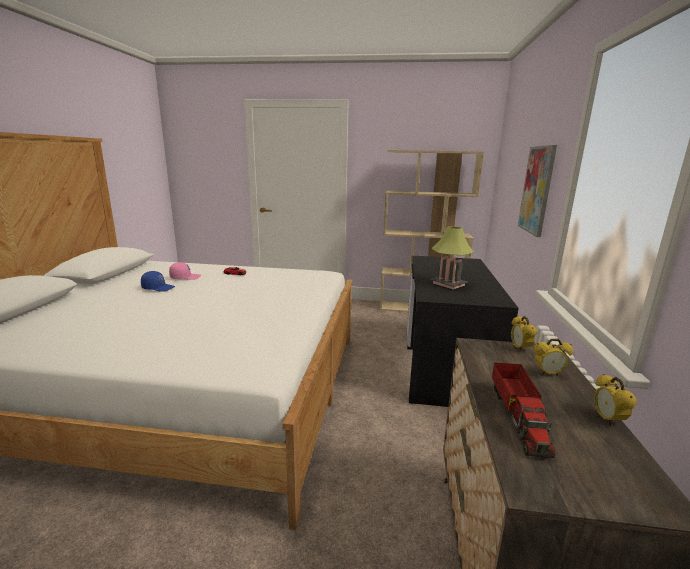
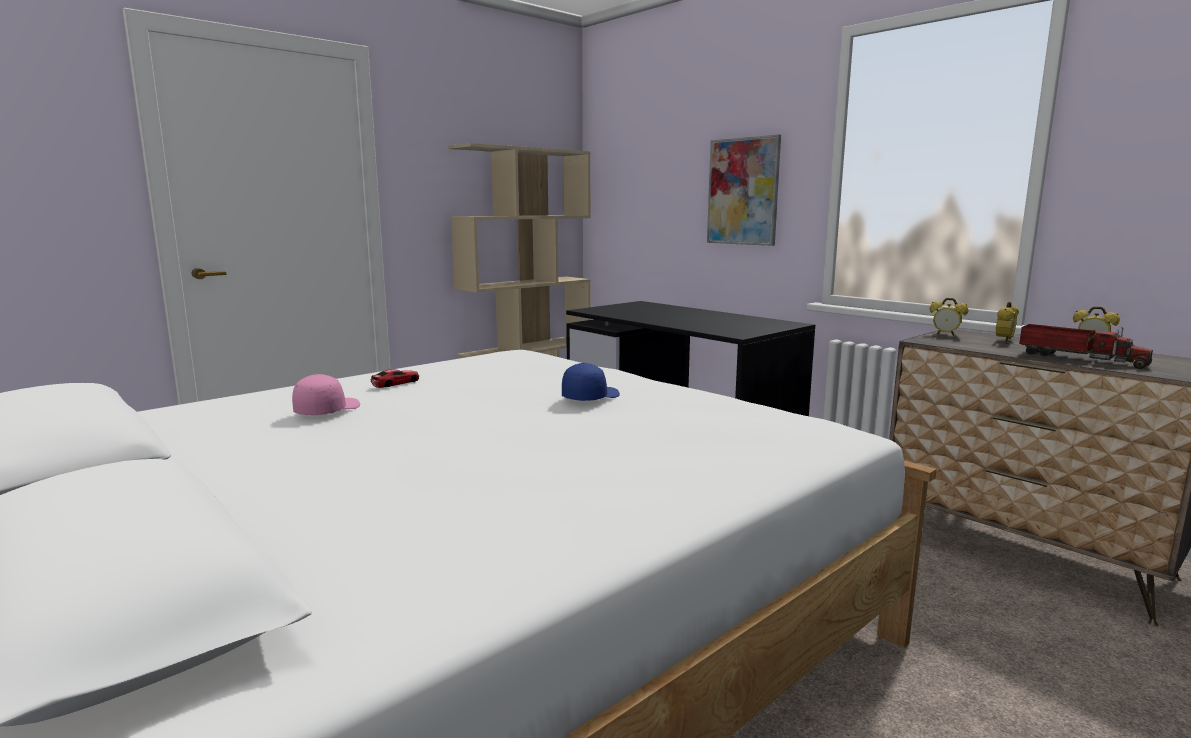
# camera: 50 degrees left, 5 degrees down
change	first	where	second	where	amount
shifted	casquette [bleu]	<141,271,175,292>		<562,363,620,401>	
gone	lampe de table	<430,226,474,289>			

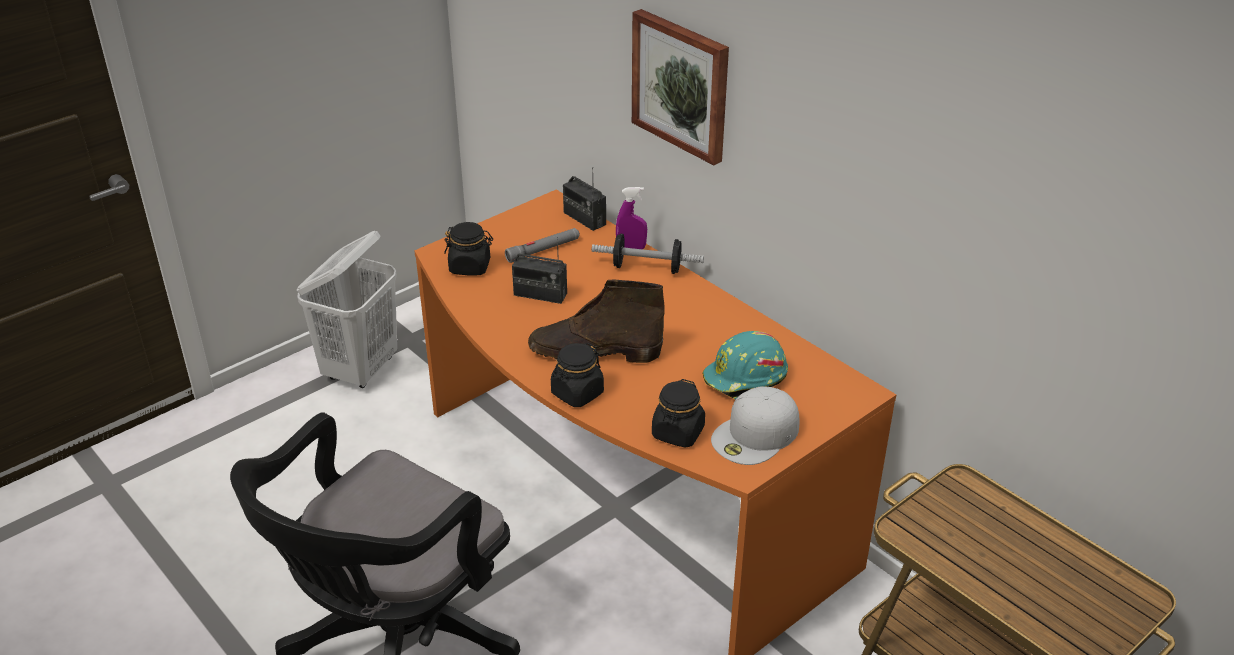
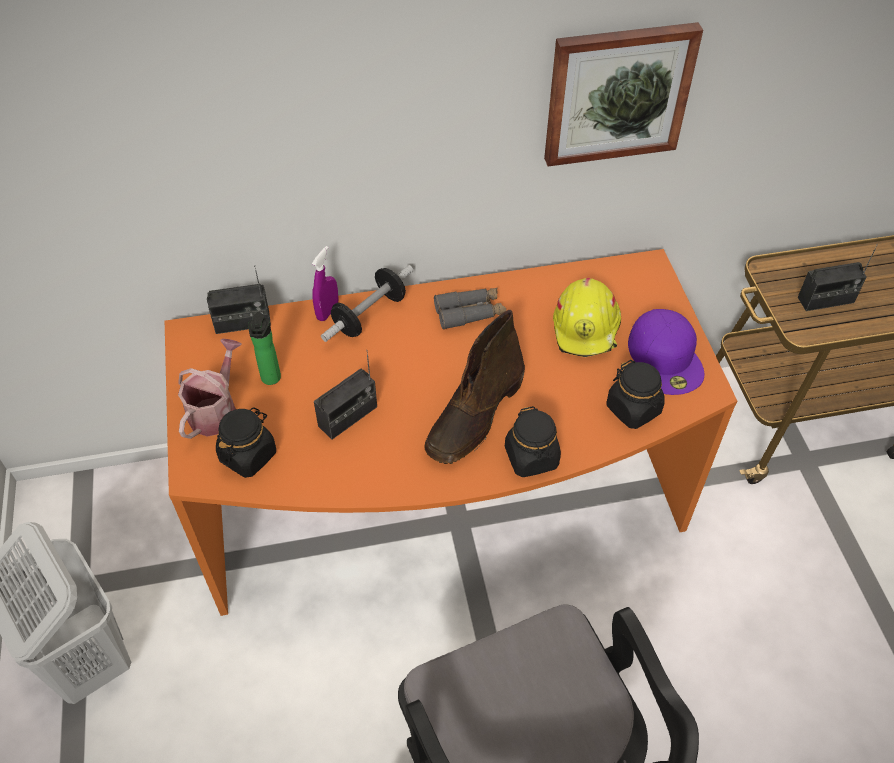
# camera: 60 degrees left, 15 degrees up
change	first	where	second	where	amount
swapped	lampe de poche [gris]	<505,228,580,263>	bouteille	<248,312,281,385>	
shifted	tableau	<632,9,729,165>		<544,22,703,166>	
repainted	casque de chantier [turquoise]	<702,331,788,399>	casque de chantier [jaune]	<553,278,621,357>	
repainted	casquette [blanc]	<711,386,800,465>	casquette [violet]	<628,309,704,395>	
new			arrosoir	<178,339,242,439>	
new			jumelles [gris]	<434,288,506,330>	
new			radio	<798,244,878,311>	

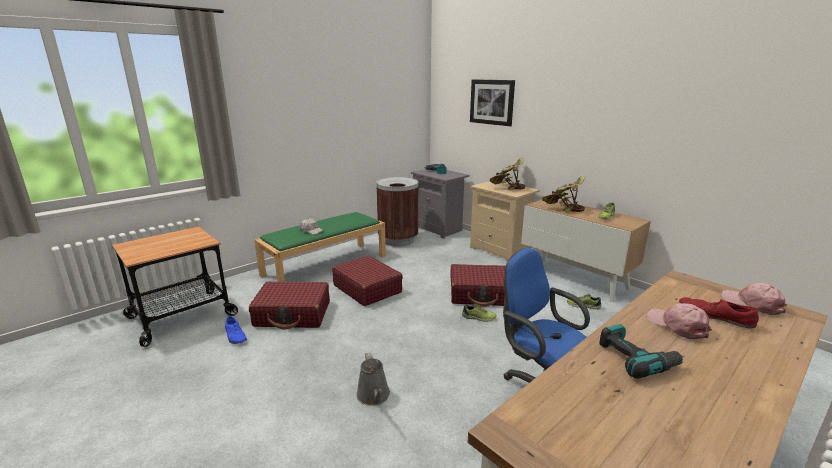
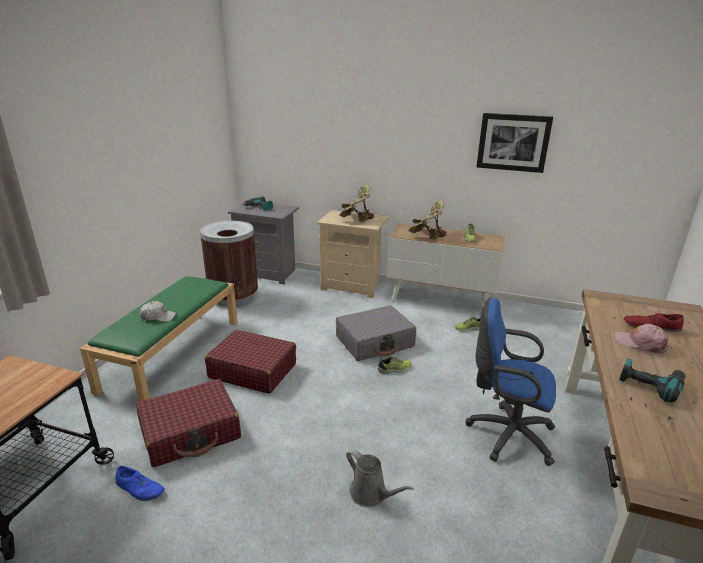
# camera: 30 degrees left, 5 degrees up
change	first	where	second	where	amount
repainted	valise [rouge]	<450,264,506,307>	valise [gris]	<336,305,416,361>	
shifted	tableau	<470,79,515,126>		<476,113,553,173>	
gone	casquette [rose]	<721,283,787,315>			

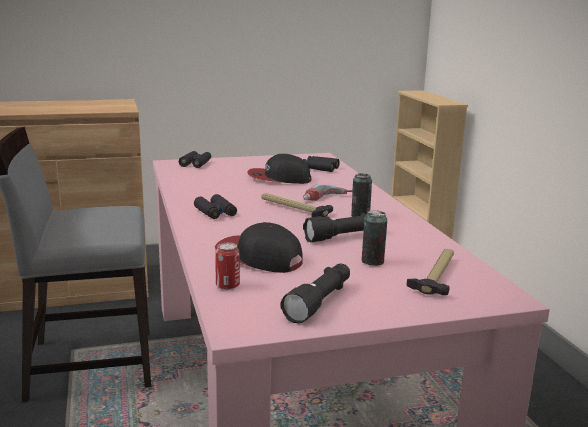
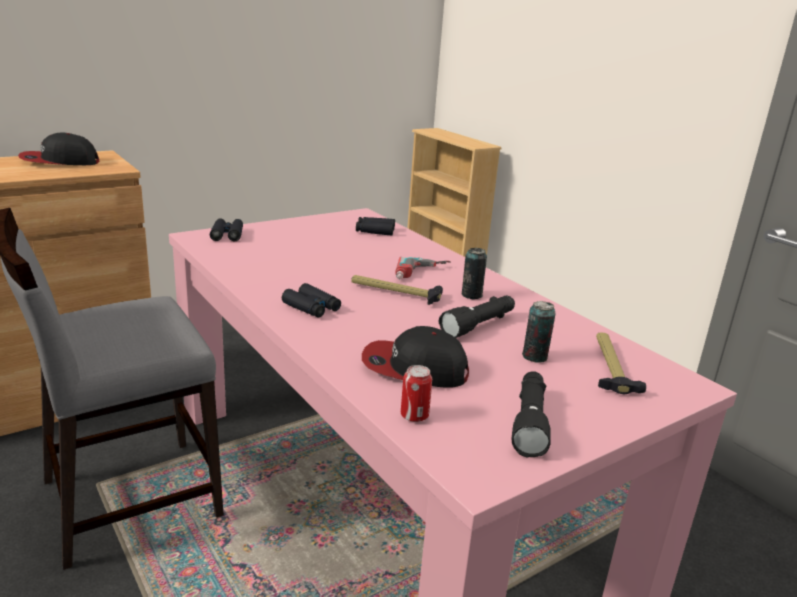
# camera: 20 degrees left, 5 degrees up
change	first	where	second	where	amount
shifted	casquette	<247,154,311,184>		<18,133,99,165>	

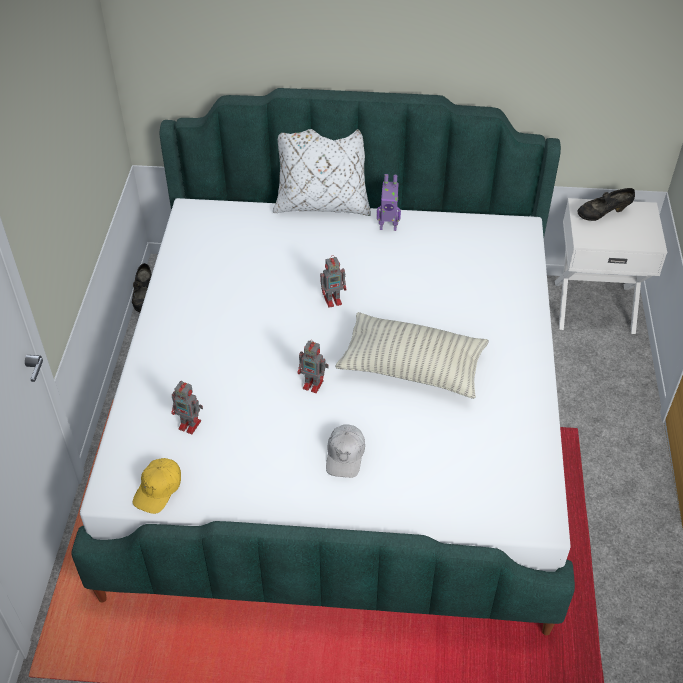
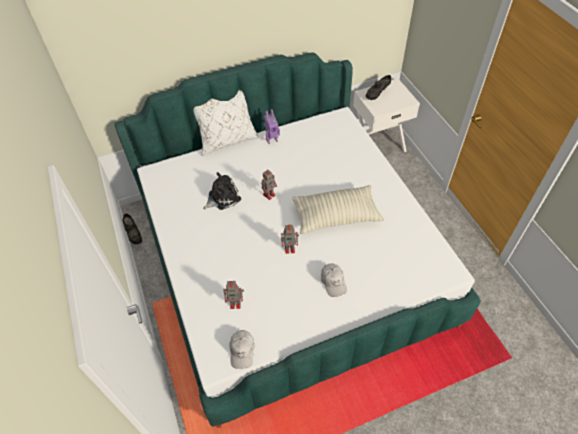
# camera: 25 degrees left, 5 degrees up
change	first	where	second	where	amount
repainted	casquette [jaune]	<133,458,181,514>	casquette [blanc]	<230,330,254,369>	
new			peluche	<204,172,241,210>	

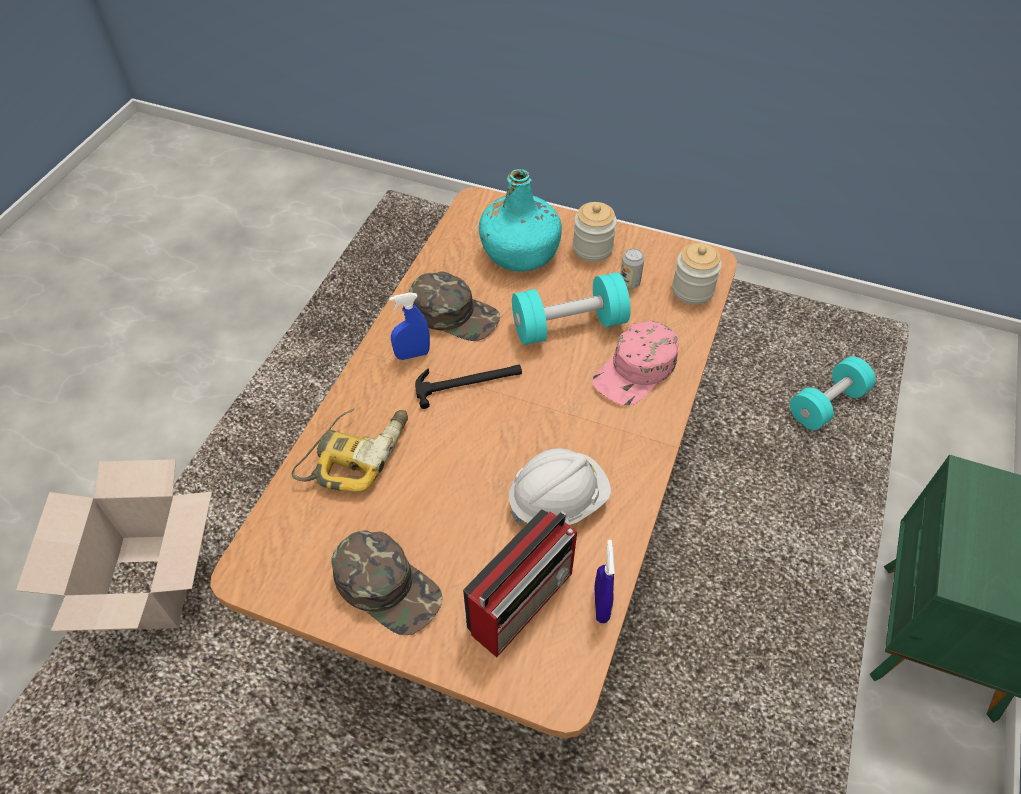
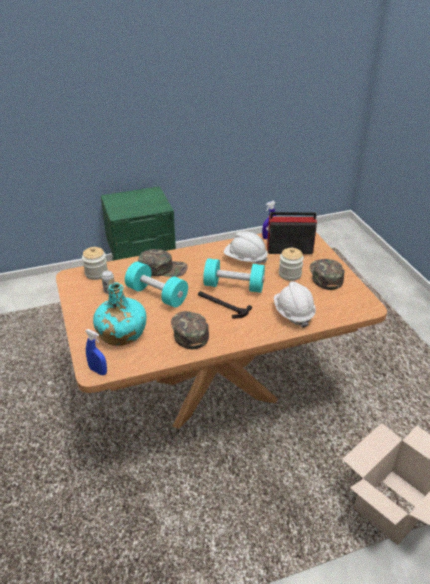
# camera: 130 degrees left, 15 degrees down
change	first	where	second	where	amount
swapped	perceuse	<292,408,408,492>	casque de chantier [blanc]	<274,281,316,328>	
shifted	vaporisateur [bleu]	<389,292,430,360>		<85,329,107,375>	
shifted	bocal	<573,202,617,262>		<279,248,304,281>	
repainted	casquette [rose]	<592,321,679,406>	casquette [vert]	<138,249,188,277>	
shifted	haltère [turquoise]	<790,356,876,430>		<203,258,265,293>	

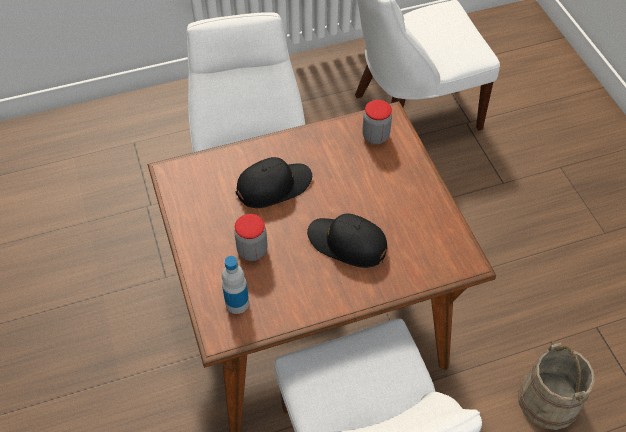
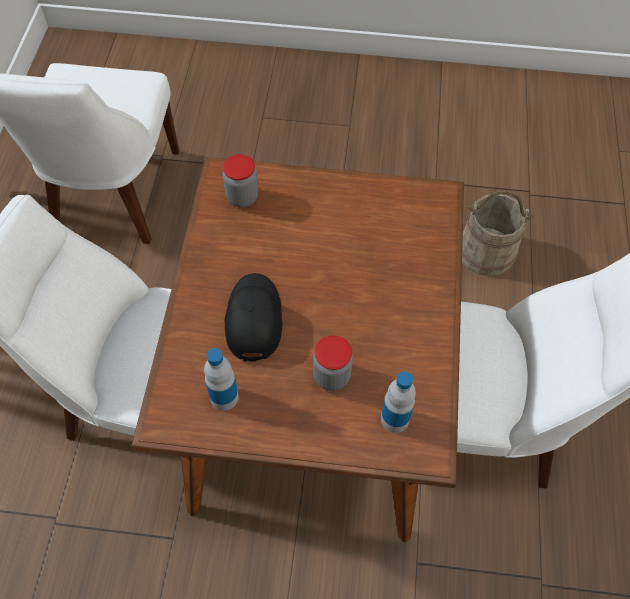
# camera: 65 degrees left, 5 degrees up
change	first	where	second	where	amount
gone	casquette [noir]	<307,214,387,268>			
new			bouteille	<204,348,239,411>	

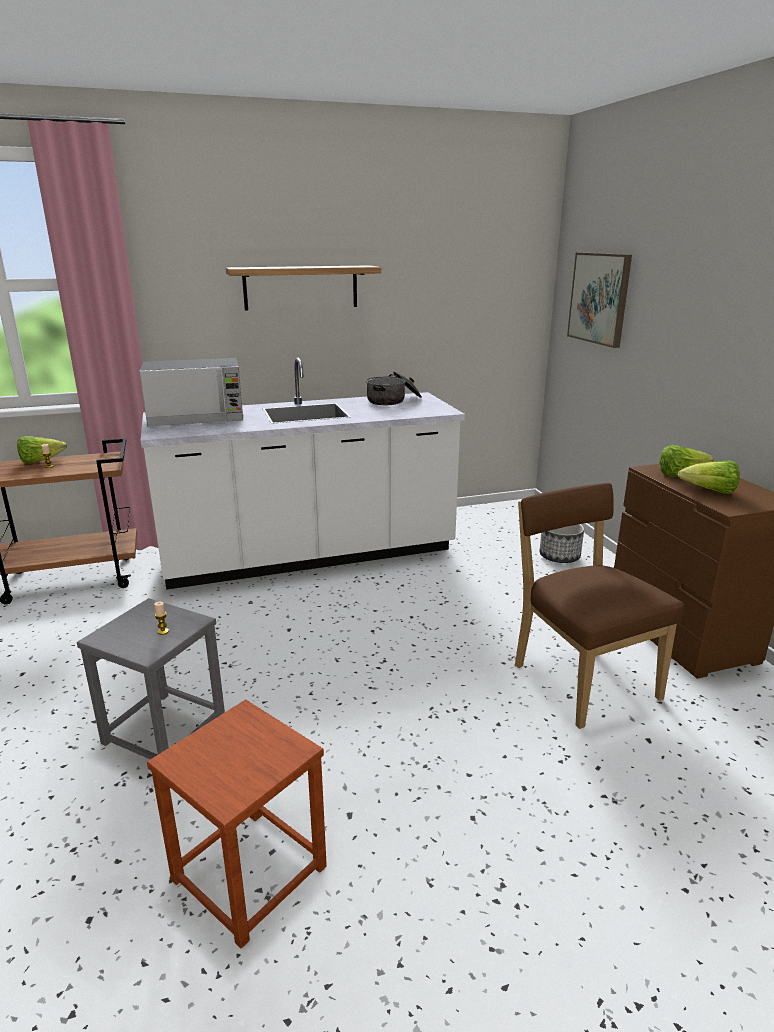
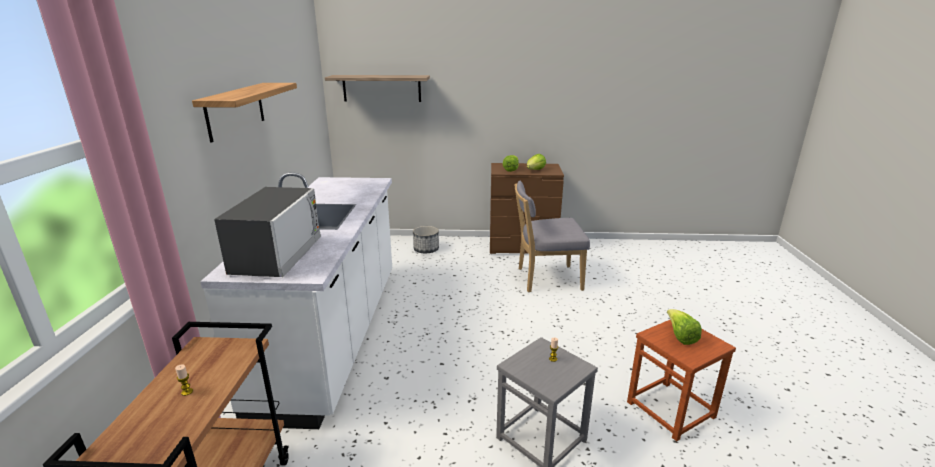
# camera: 70 degrees left, 0 degrees up
change	first	where	second	where	amount
shifted	laitue	<17,436,67,463>		<667,309,702,345>	
gone	marmite	<366,371,422,405>			
repainted	chaise [marron]	<515,483,684,729>	chaise [gris]	<514,181,590,292>	
swapped	tableau	<567,252,632,348>	étagère	<325,75,430,102>	

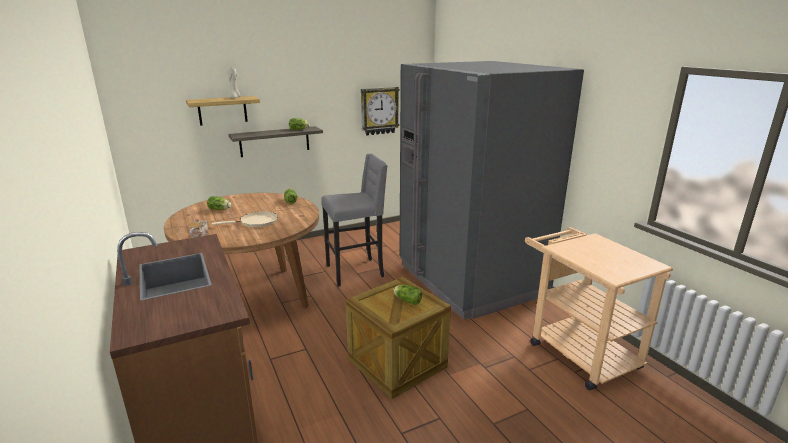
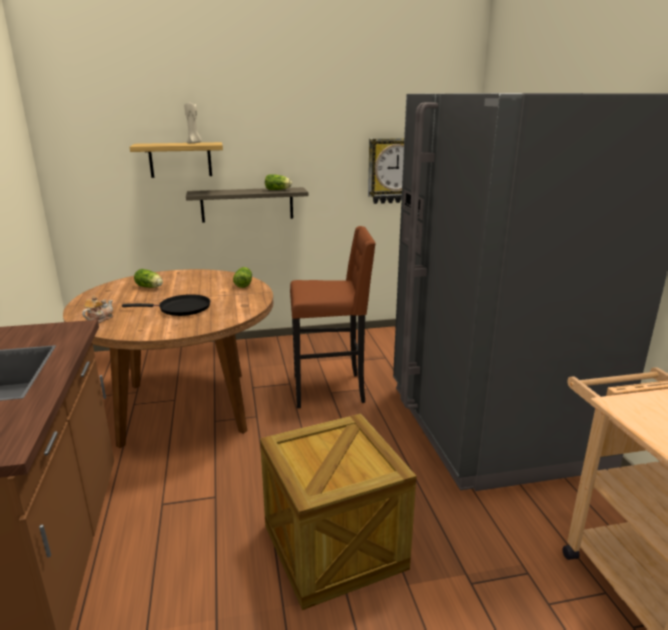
# camera: 15 degrees right, 0 degrees up
change	first	where	second	where	amount
repainted	poêle [beige]	<212,211,278,227>	poêle [noir]	<122,294,210,316>	
repainted	tabouret [gris]	<321,153,388,287>	tabouret [marron]	<290,226,376,408>	
gone	laitue	<393,285,422,305>			

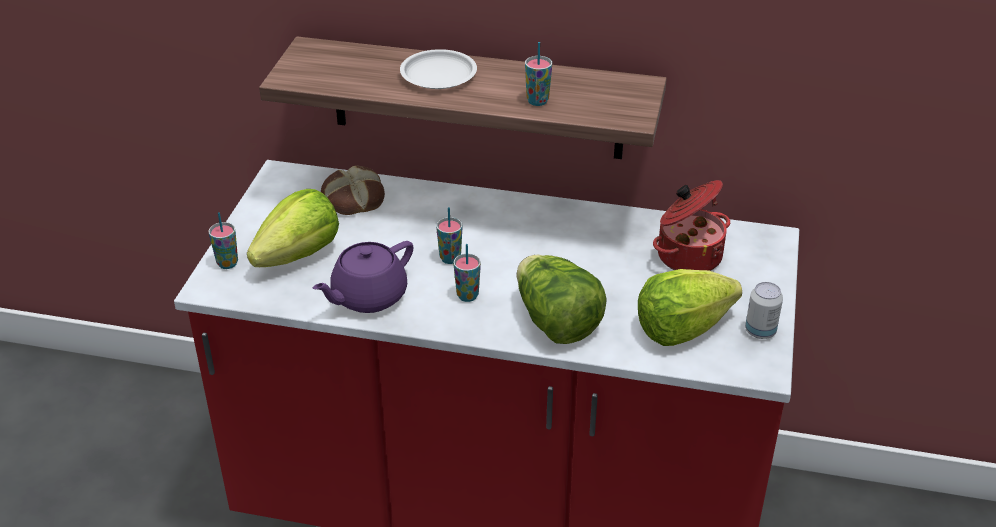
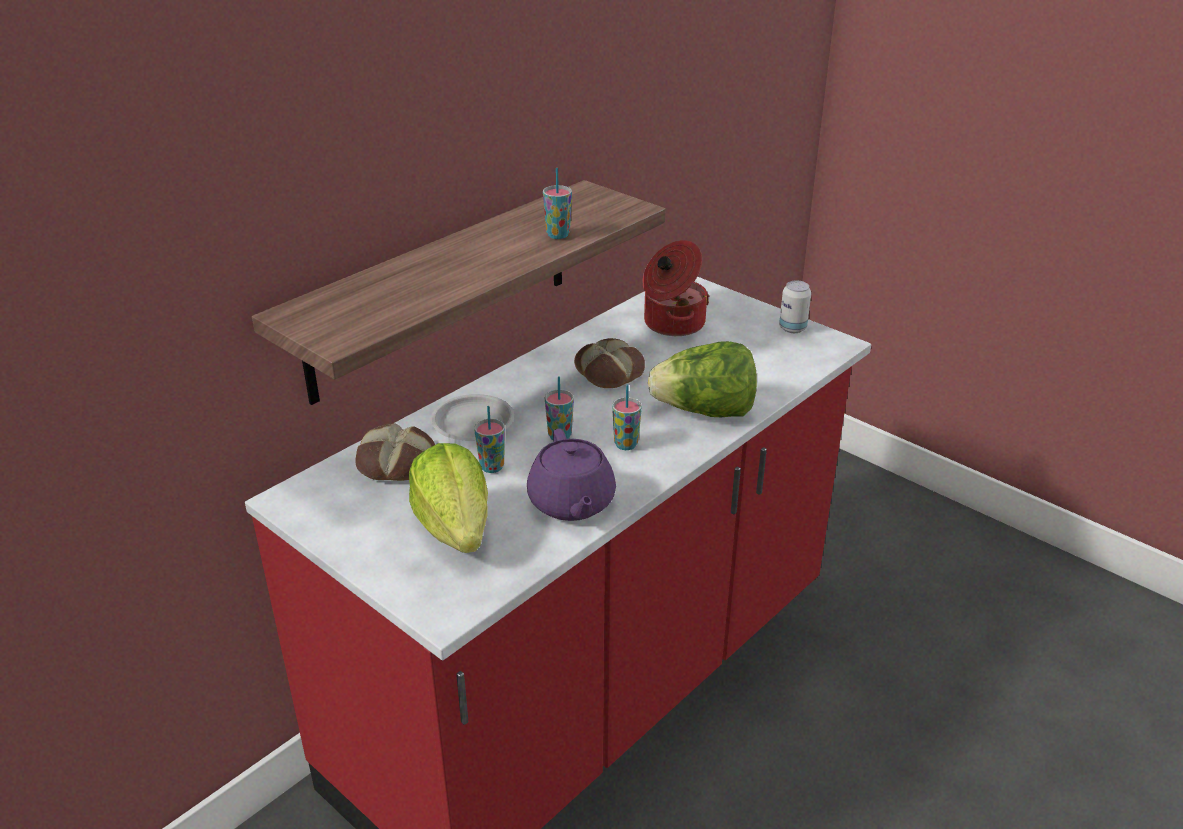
# camera: 60 degrees left, 5 degrees down
change	first	where	second	where	amount
shifted	tasse	<208,212,238,269>		<474,406,505,473>	
shifted	assiette [blanc]	<400,49,477,89>		<431,394,514,441>	
gone	laitue	<638,269,742,346>			
new			pain	<574,338,645,388>	

